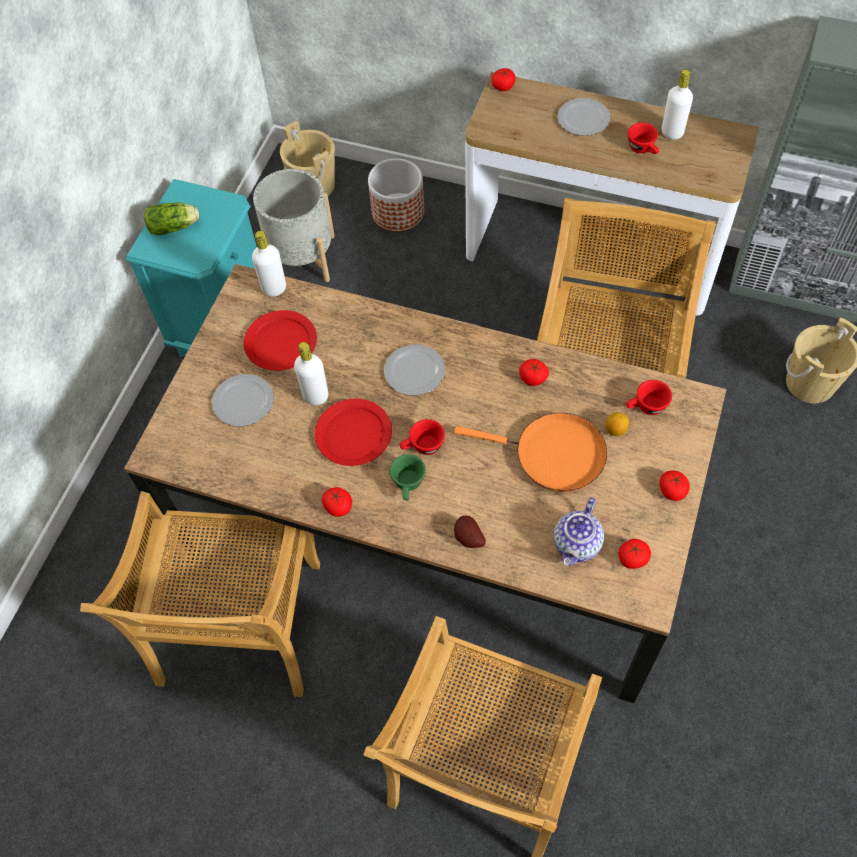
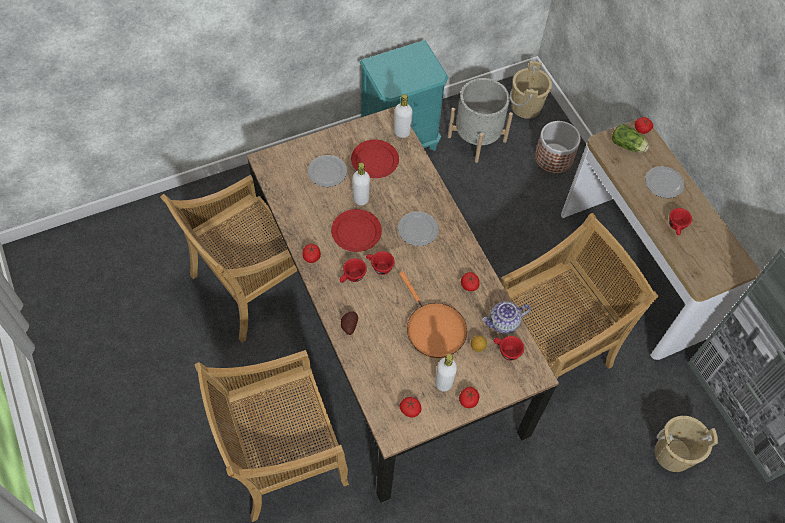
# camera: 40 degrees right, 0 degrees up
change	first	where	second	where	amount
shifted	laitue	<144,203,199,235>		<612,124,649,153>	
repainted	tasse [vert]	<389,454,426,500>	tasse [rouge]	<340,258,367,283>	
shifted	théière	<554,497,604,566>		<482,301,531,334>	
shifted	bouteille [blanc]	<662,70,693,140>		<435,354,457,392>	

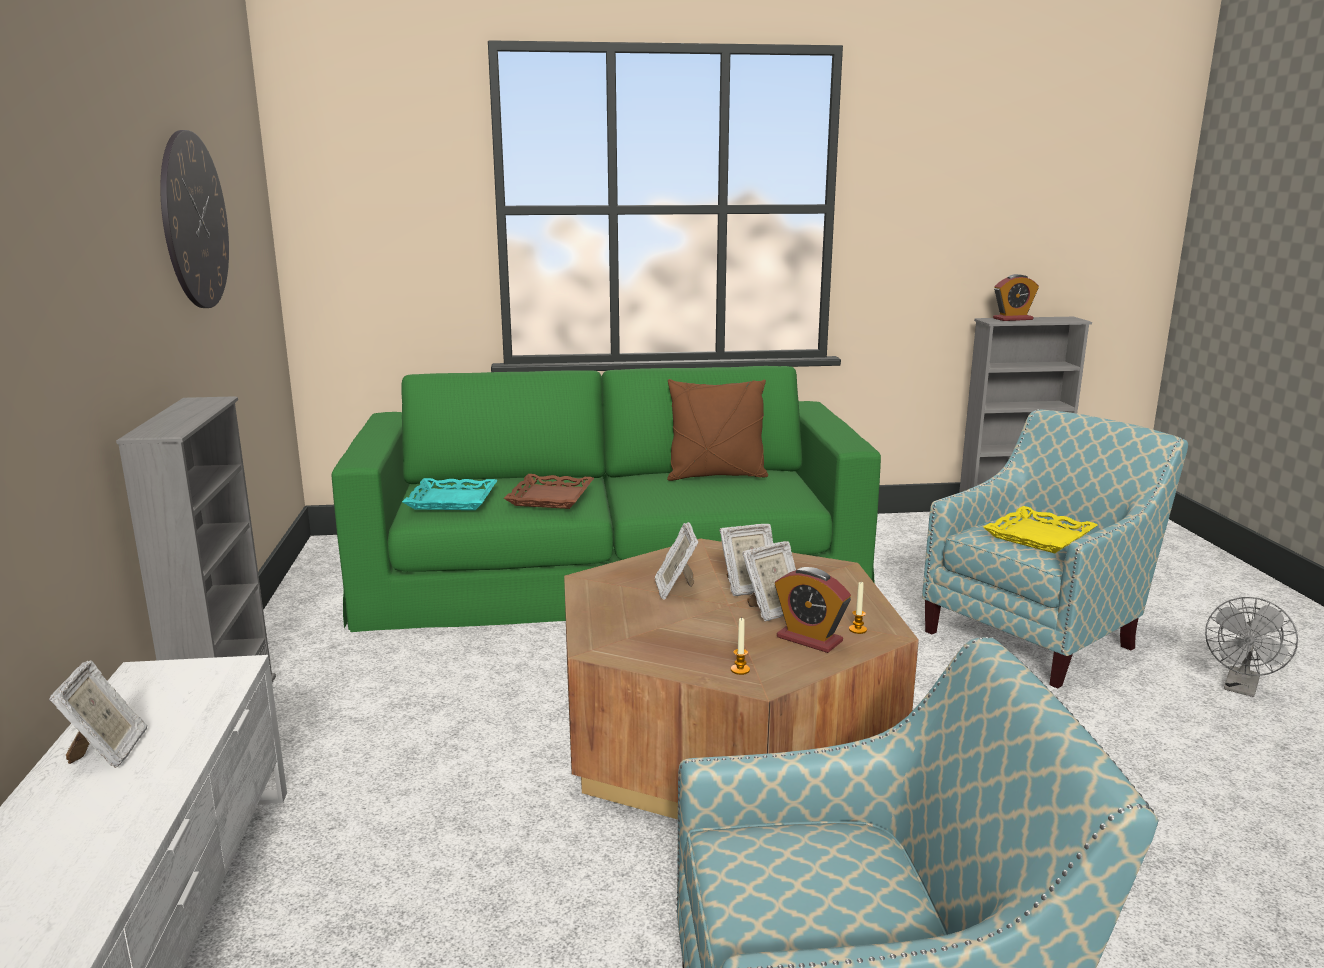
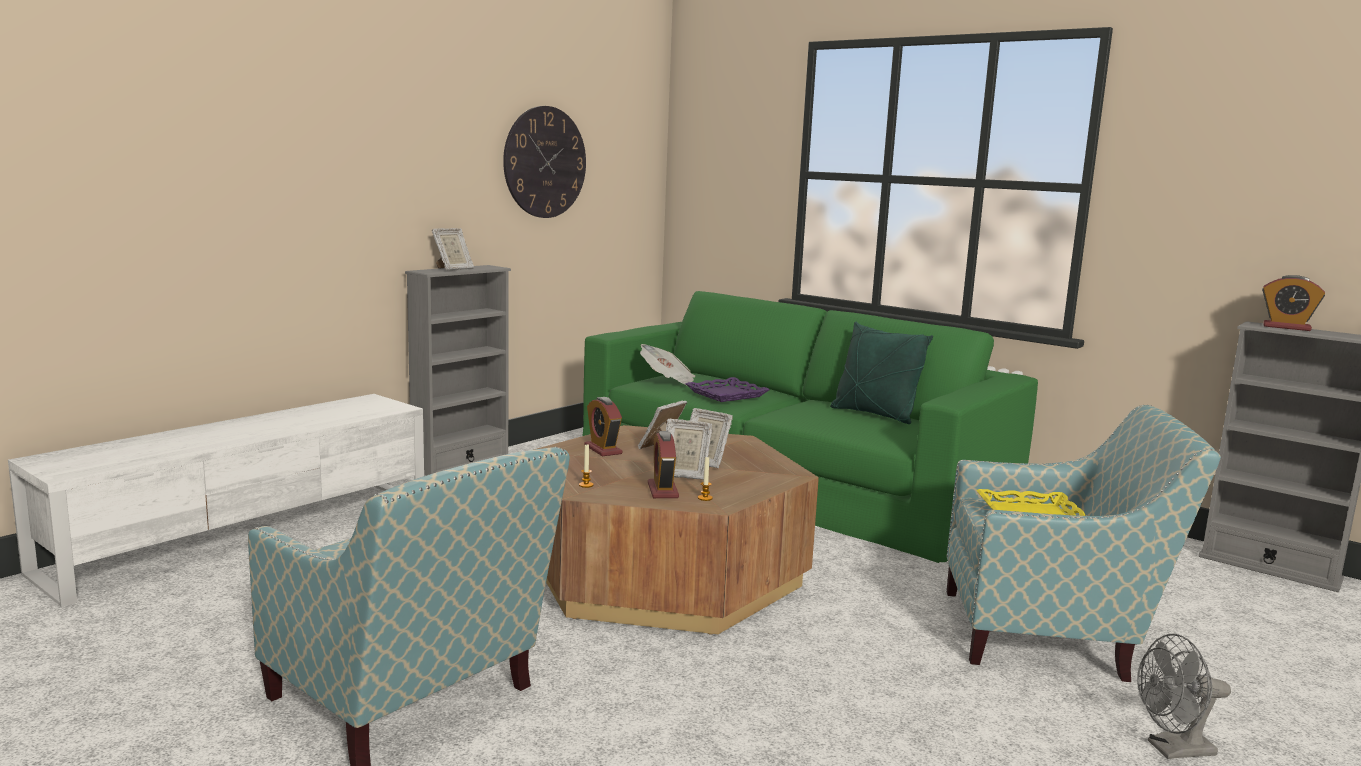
# camera: 45 degrees right, 5 degrees down
change	first	where	second	where	amount
shifted	cadre photo	<49,660,147,768>		<432,228,474,271>	
swapped	plateau [turquoise]	<402,478,498,510>	journal	<640,344,695,385>	
repainted	plateau [marron]	<504,474,594,509>	plateau [violet]	<686,377,770,402>	
repainted	coussin [marron]	<667,379,768,481>	coussin [vert]	<830,322,933,424>	
new			réveil	<585,397,623,456>	

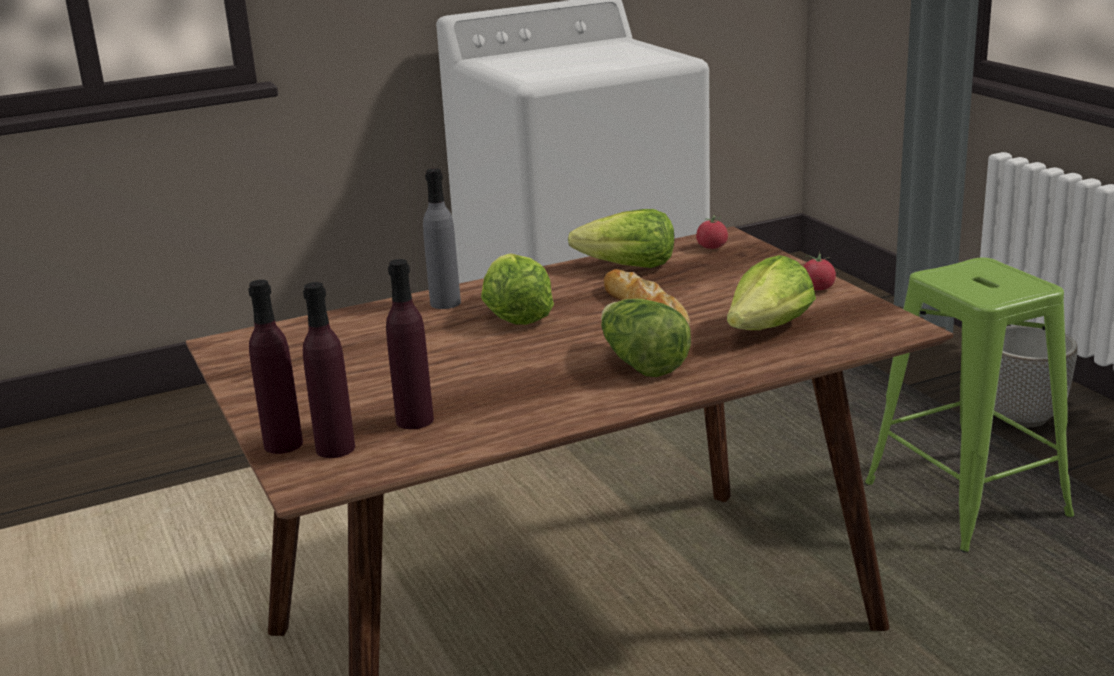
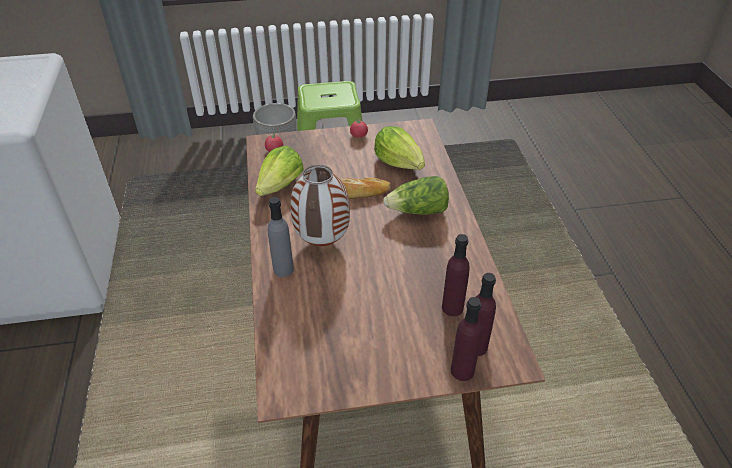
# camera: 75 degrees left, 20 degrees up
change	first	where	second	where	amount
swapped	laitue	<481,253,554,325>	vase	<291,164,350,246>	

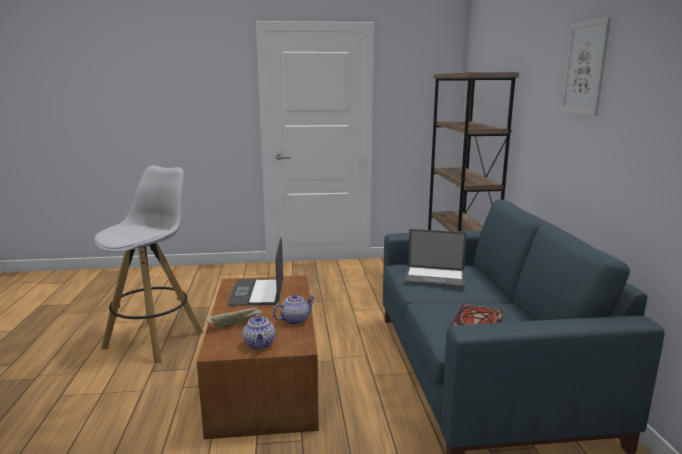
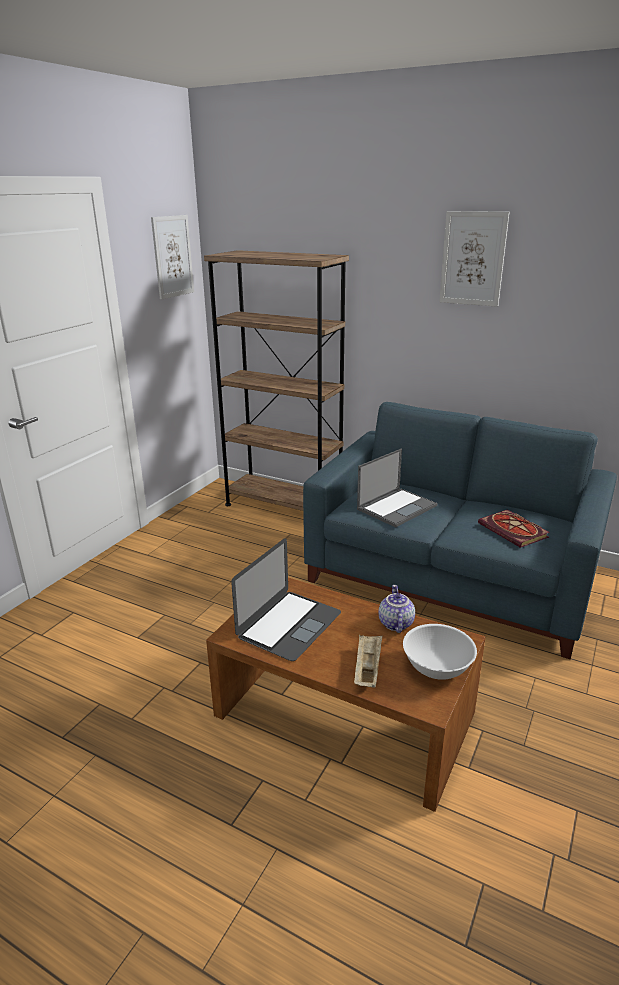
# camera: 55 degrees left, 10 degrees up
change	first	where	second	where	amount
gone	tabouret [blanc]	<95,165,204,363>			
rotated	ordinateur portable	<227,237,283,306>		<231,538,341,661>	90 degrees counterclockwise
swapped	théière	<243,313,275,350>	bol [blanc]	<403,624,477,680>	
new			tableau	<151,215,194,300>	

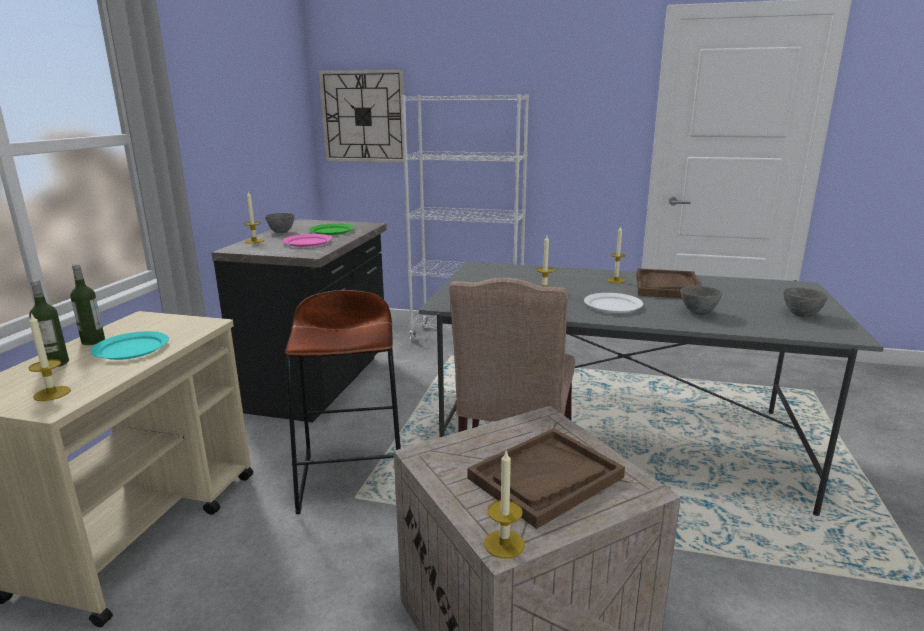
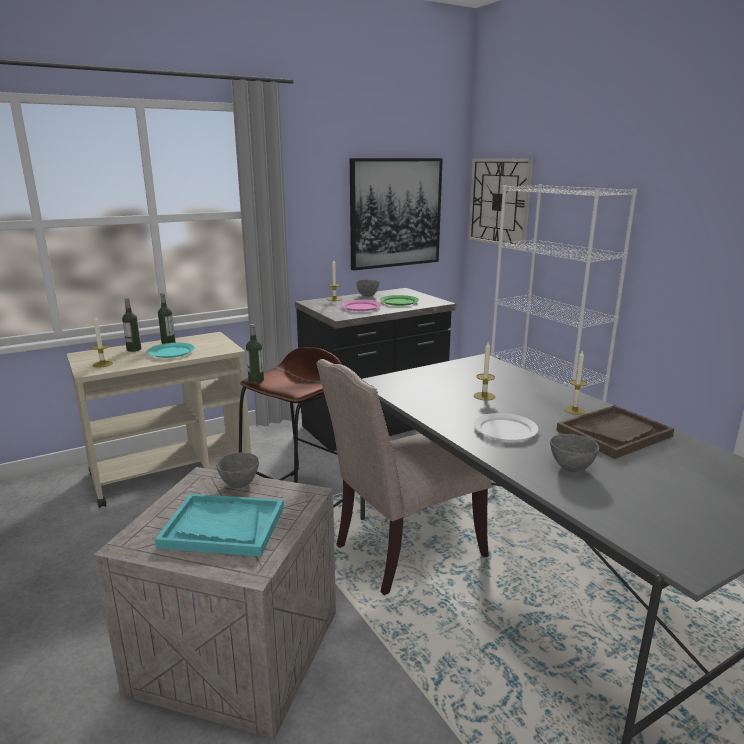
# camera: 45 degrees right, 0 degrees up
change	first	where	second	where	amount
repainted	plateau [marron]	<467,428,625,529>	plateau [turquoise]	<155,494,284,557>	
gone	bougie	<484,449,525,559>			
shifted	bol [gris]	<784,287,828,317>		<216,452,259,488>	
new			bouteille	<246,324,264,383>	
new			tableau	<350,158,443,271>	

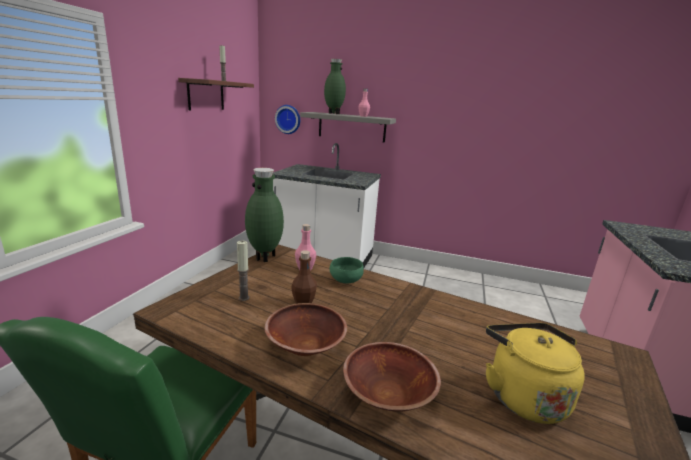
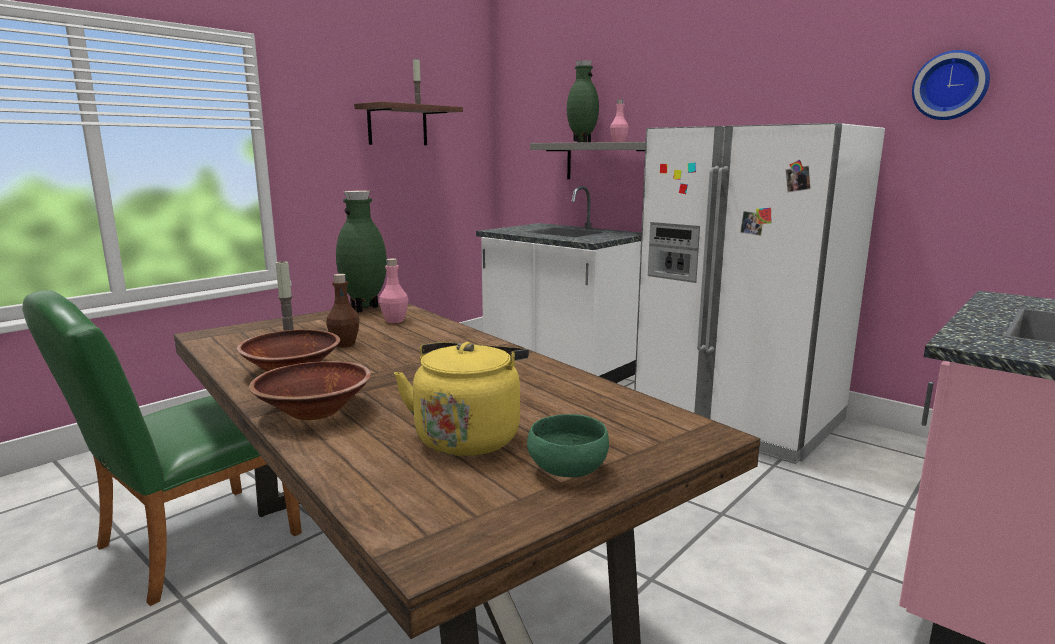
# camera: 25 degrees right, 5 degrees down
change	first	where	second	where	amount
shifted	horloge murale	<275,105,300,134>		<912,50,990,120>	
shifted	bol [vert]	<330,257,364,283>		<527,414,609,477>	
new			réfrigérateur [blanc]	<634,123,885,464>	

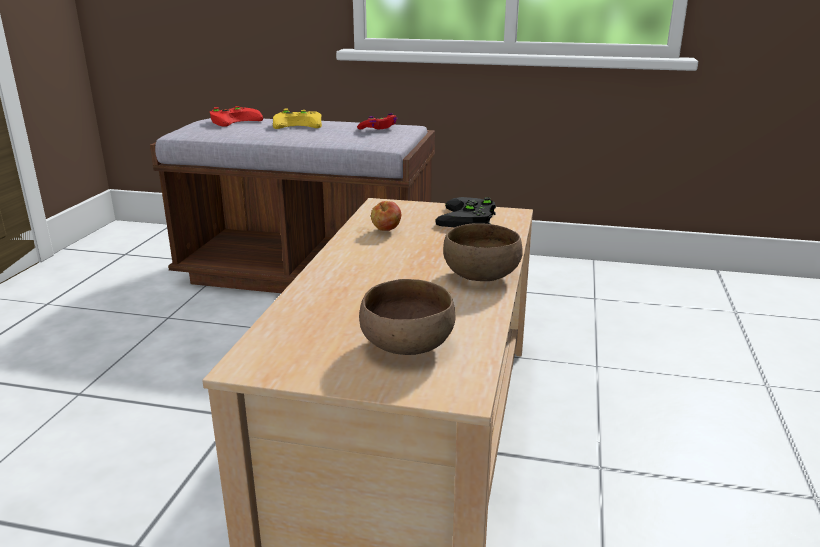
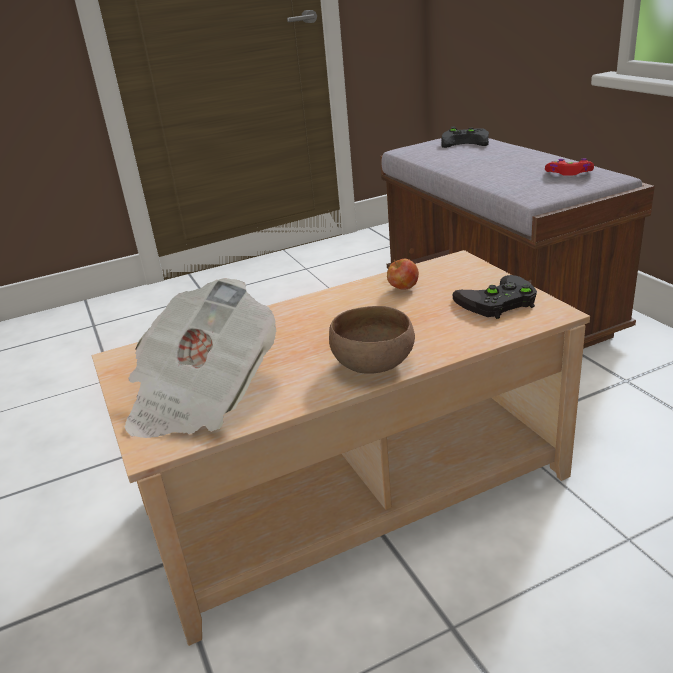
# camera: 55 degrees right, 5 degrees up
change	first	where	second	where	amount
repainted	manette [rouge]	<210,106,263,127>	manette [noir]	<441,127,489,148>	
gone	manette [jaune]	<273,108,322,129>			
swapped	bol [marron]	<359,279,456,355>	journal	<124,278,276,438>	

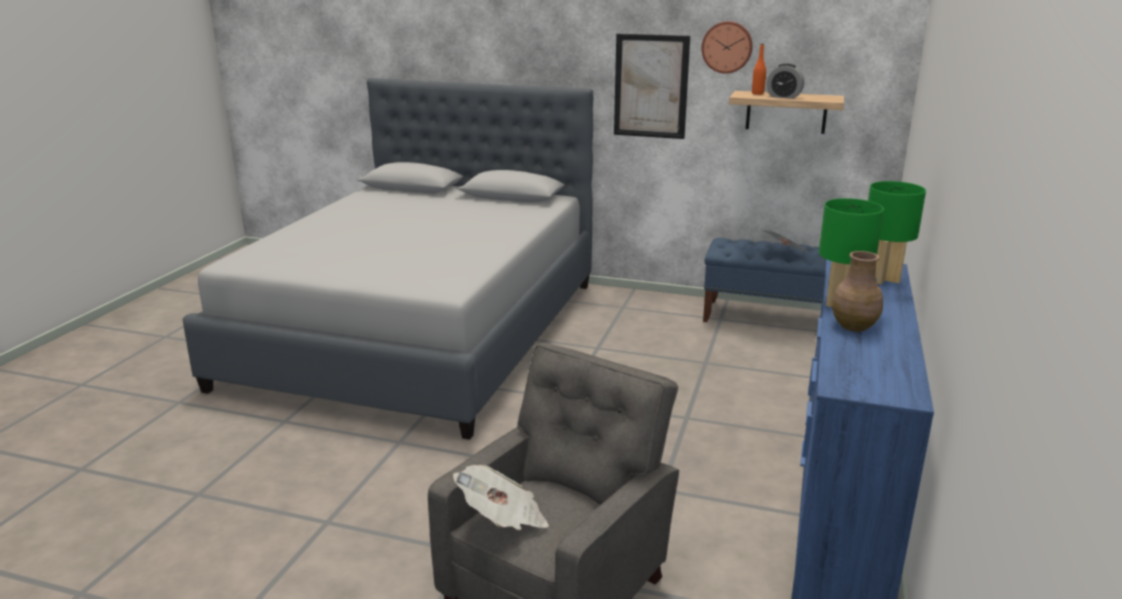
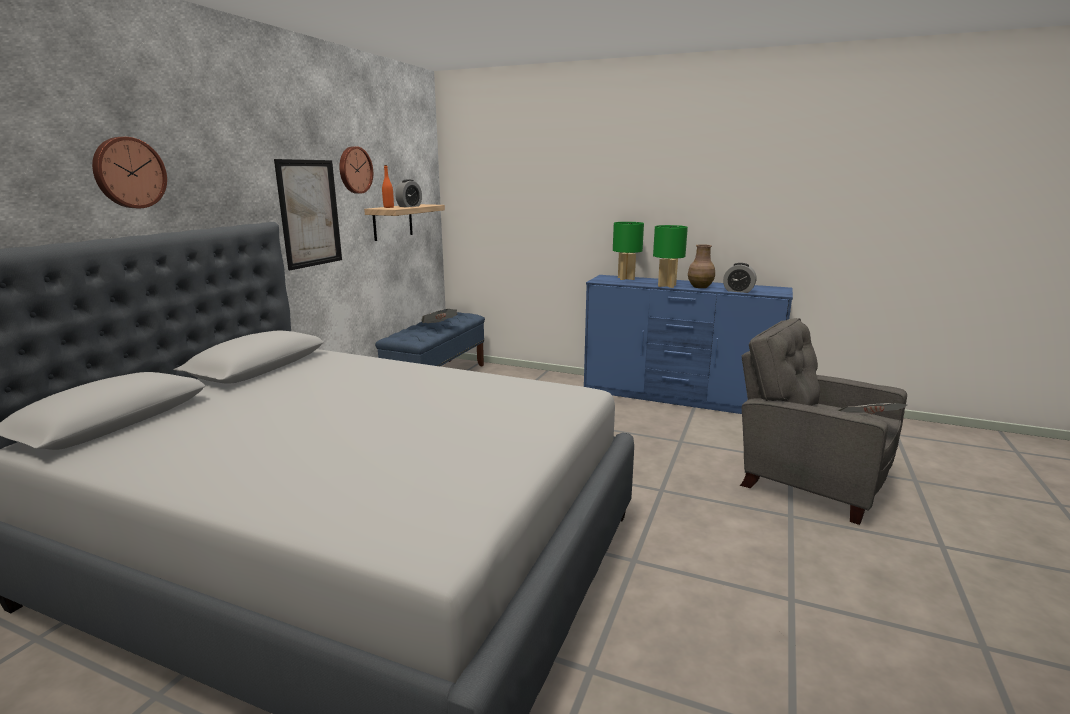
# camera: 85 degrees left, 5 degrees down
change	first	where	second	where	amount
new			horloge murale	<92,137,167,208>	
new			réveil	<723,263,756,293>	

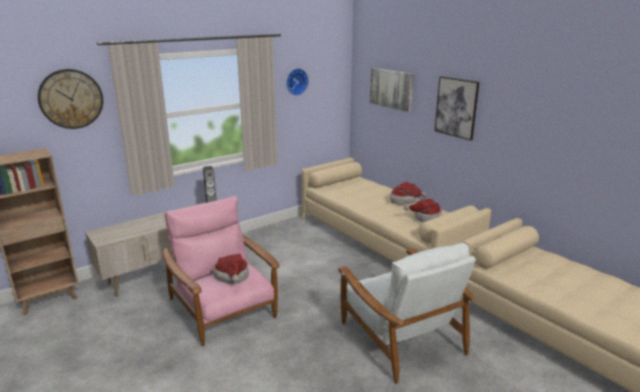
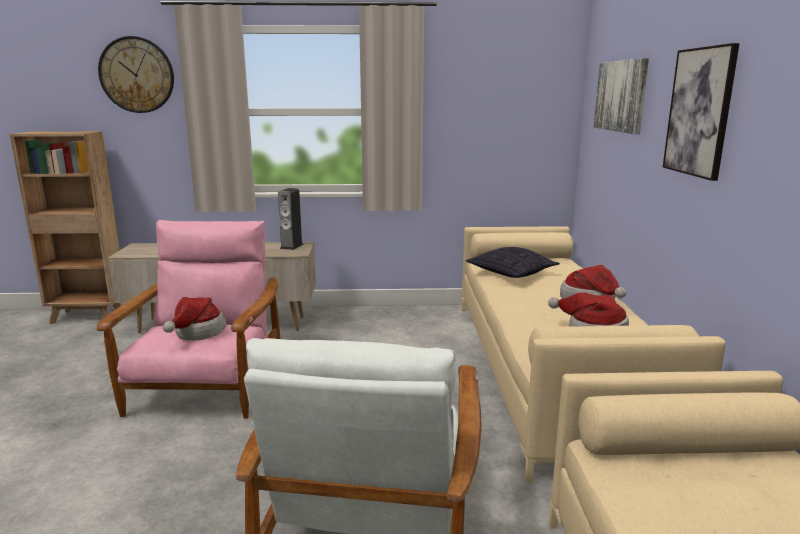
# camera: 35 degrees right, 5 degrees down
change	first	where	second	where	amount
gone	horloge murale	<286,68,309,96>			
new			coussin	<465,247,560,278>	

